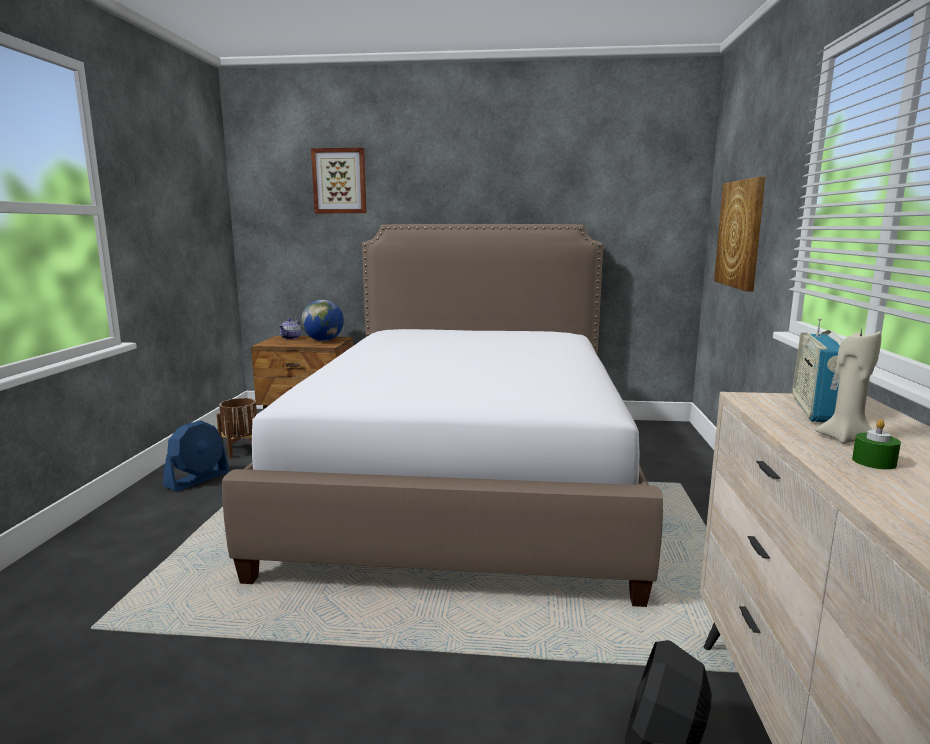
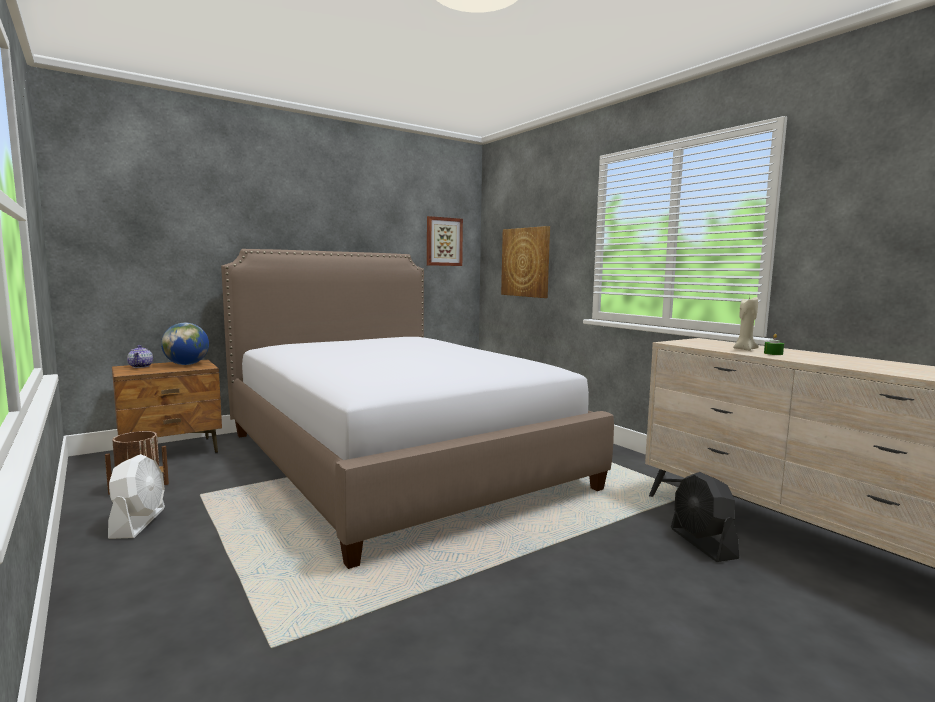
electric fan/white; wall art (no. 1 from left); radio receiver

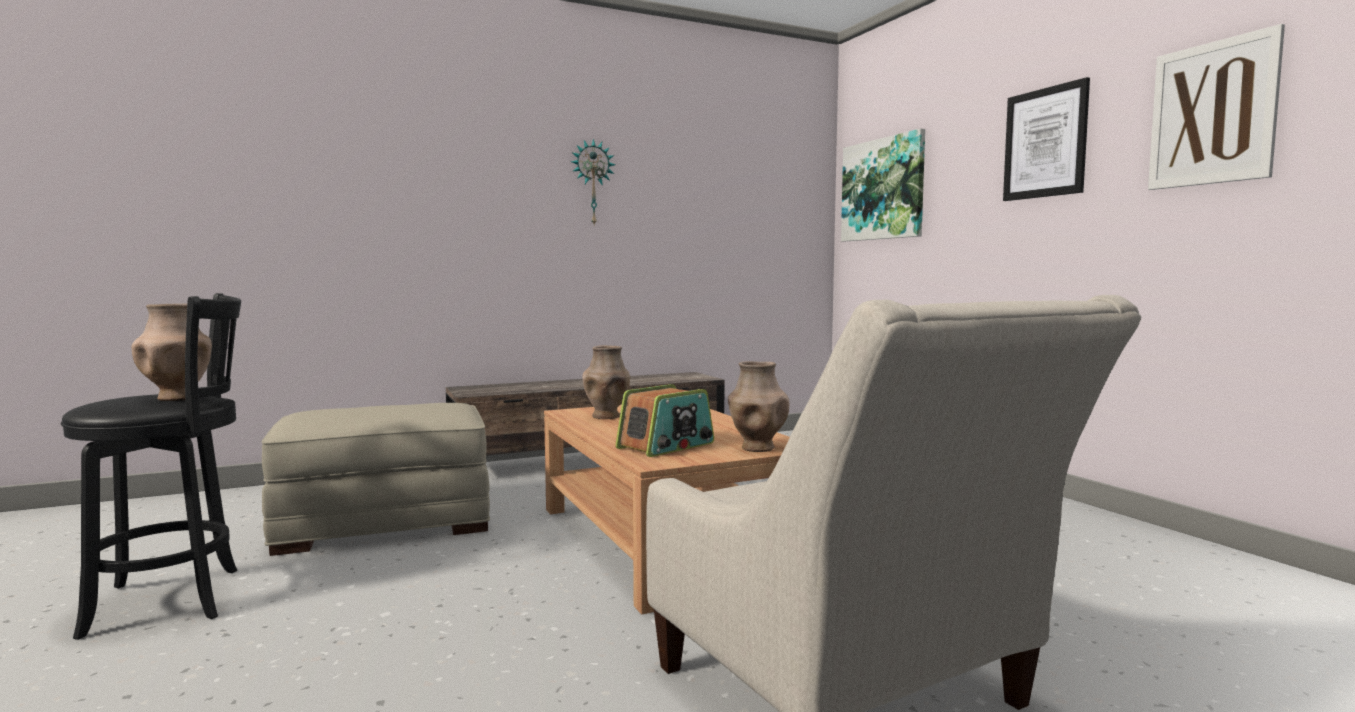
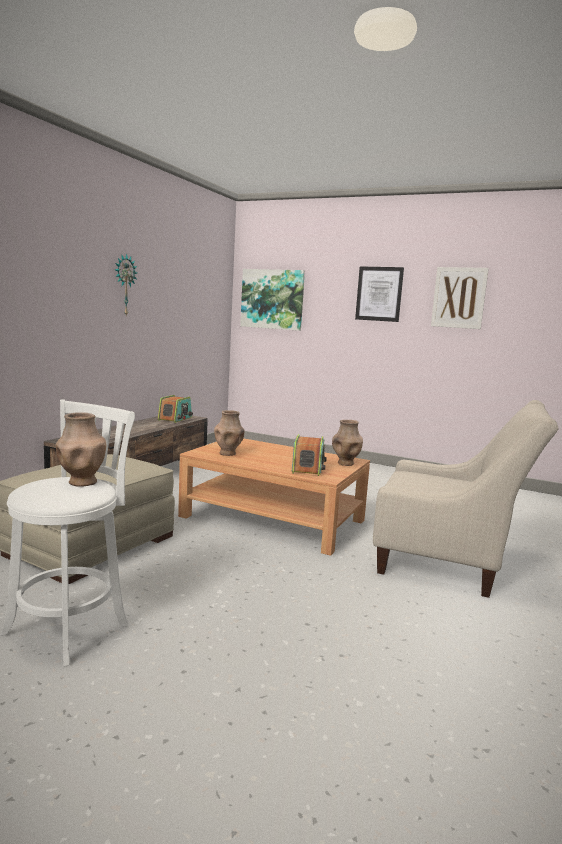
stool seat/white; radio receiver (no. 1 from left)

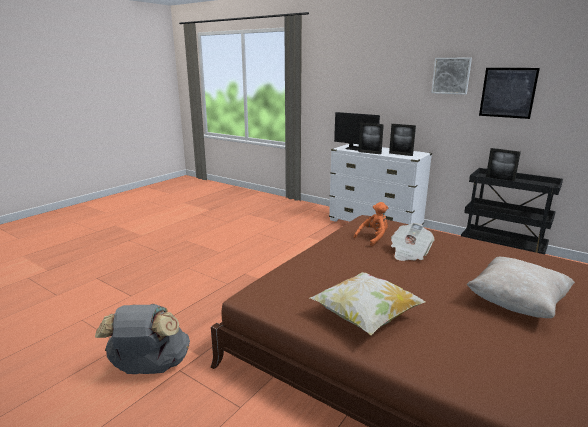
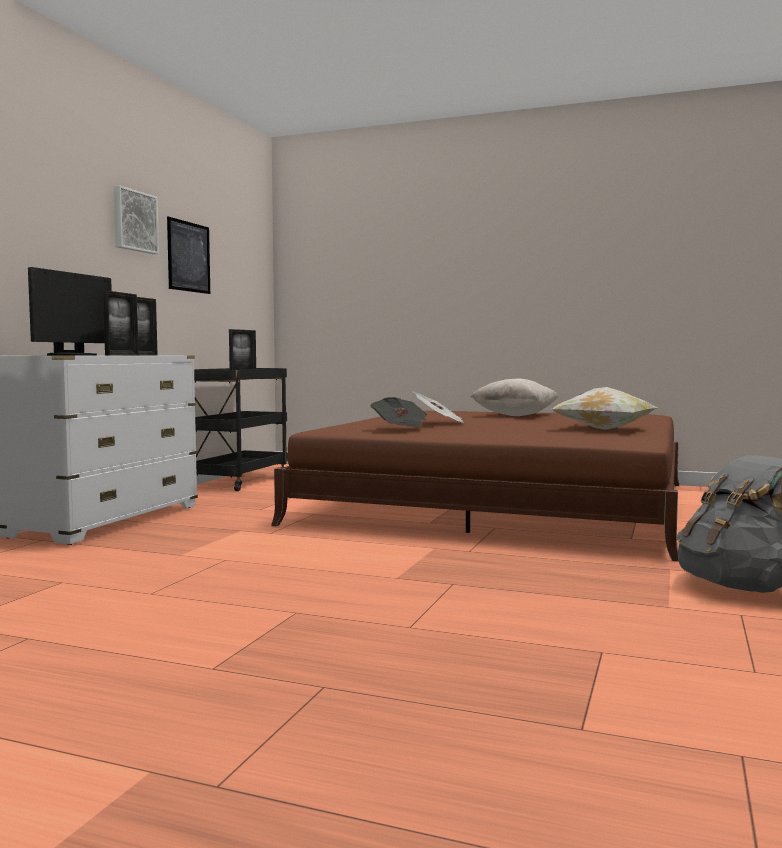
printed paper (no. 1 from left)

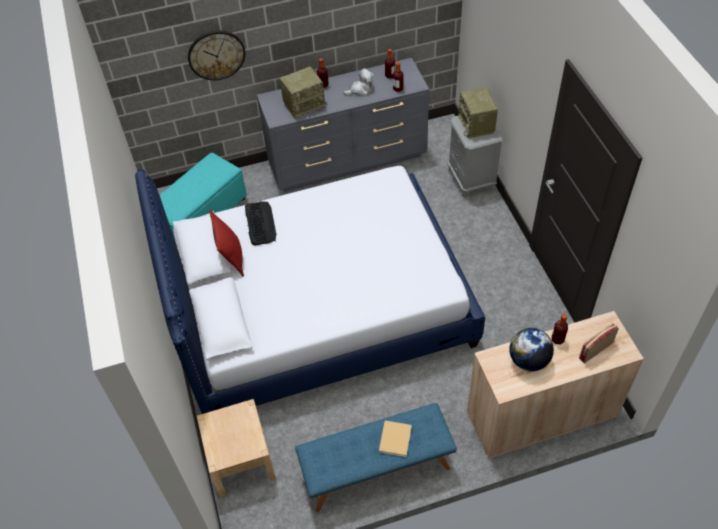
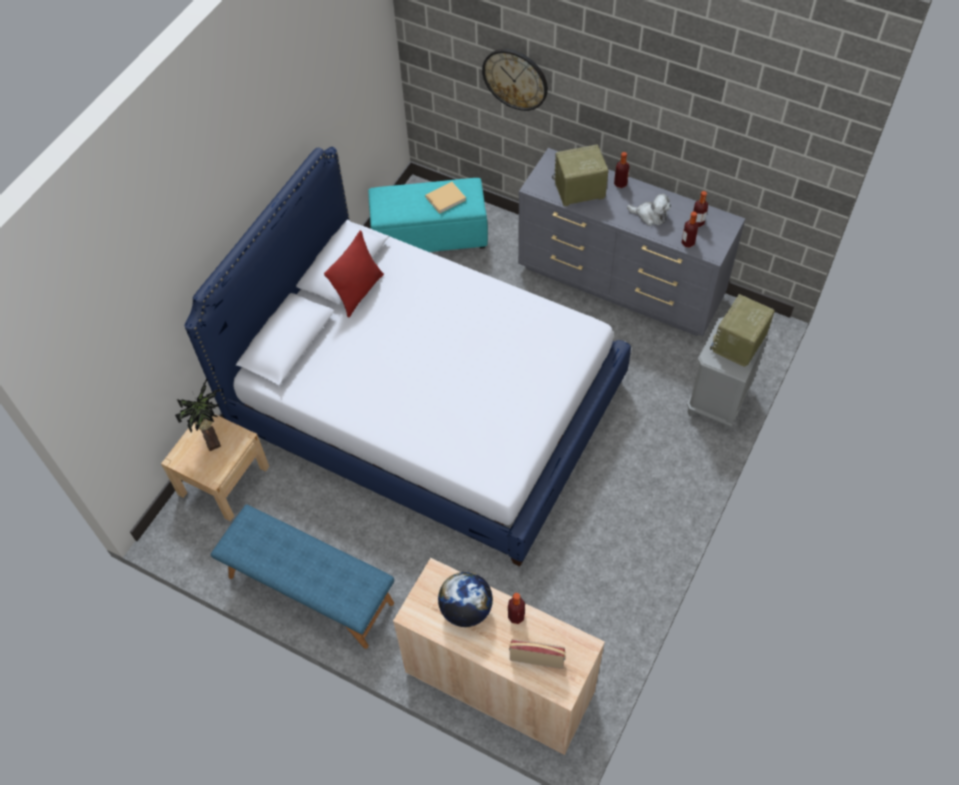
keyboard; radio receiver (no. 2 from left); bound book/sand-coloured; houseplant

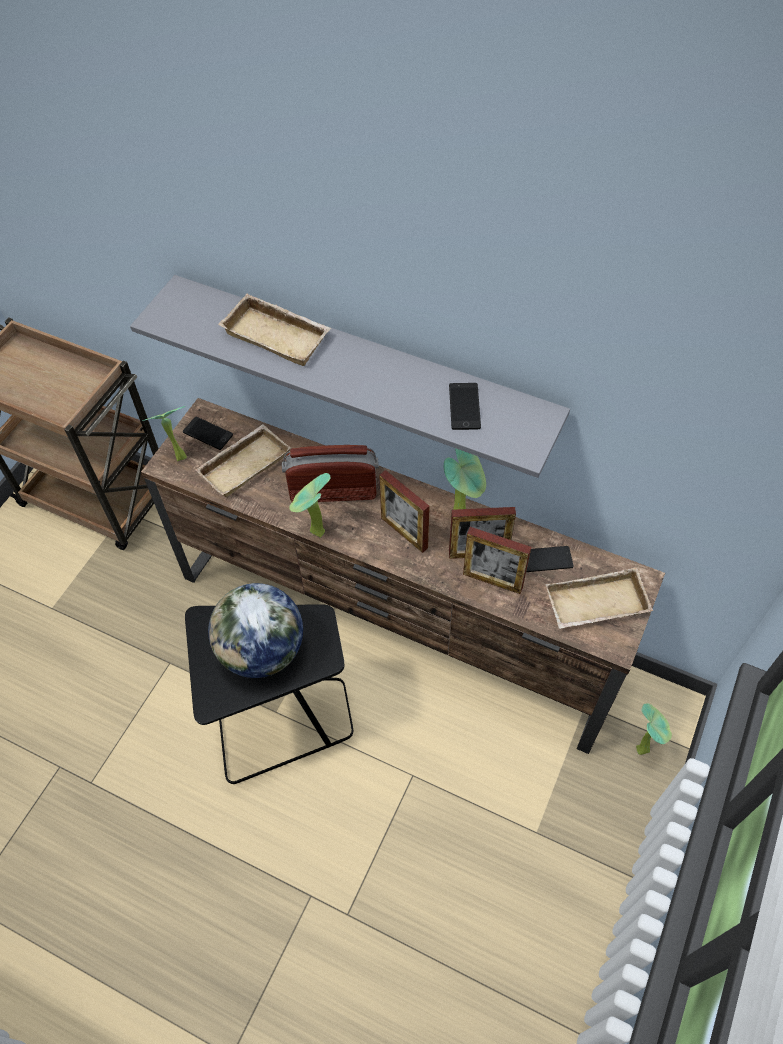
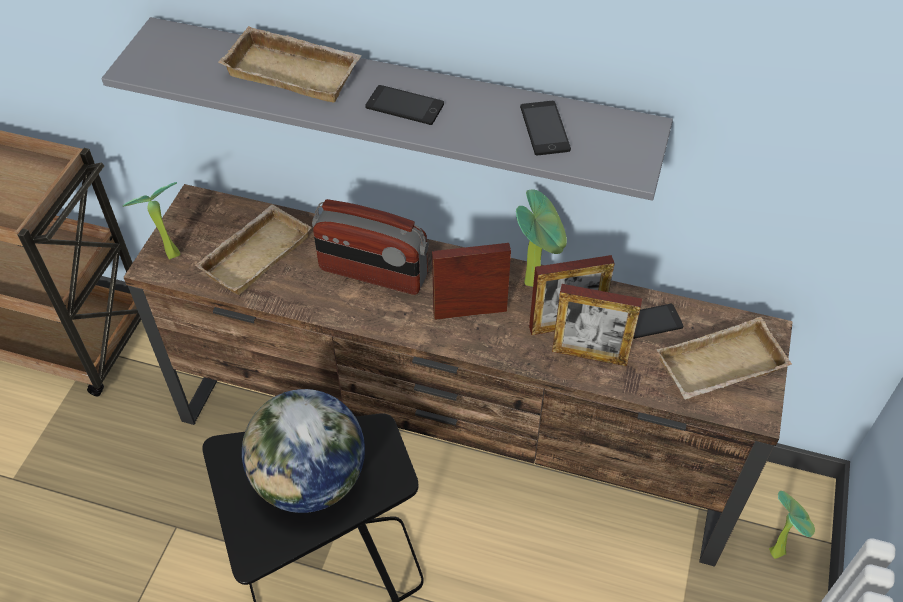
telephone (no. 1 from left); radio receiver; houseplant (no. 2 from left in the first image); picture frame (no. 1 from left)

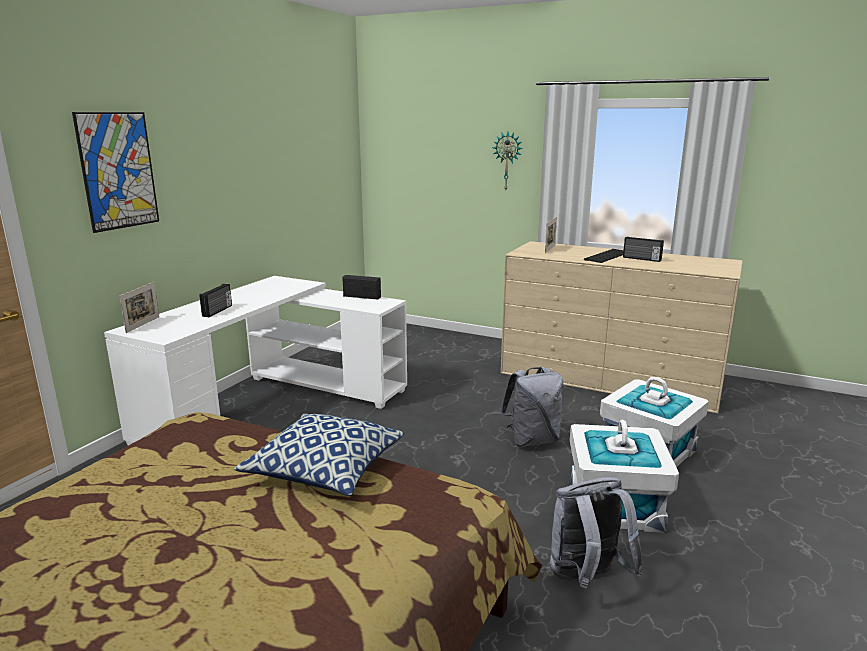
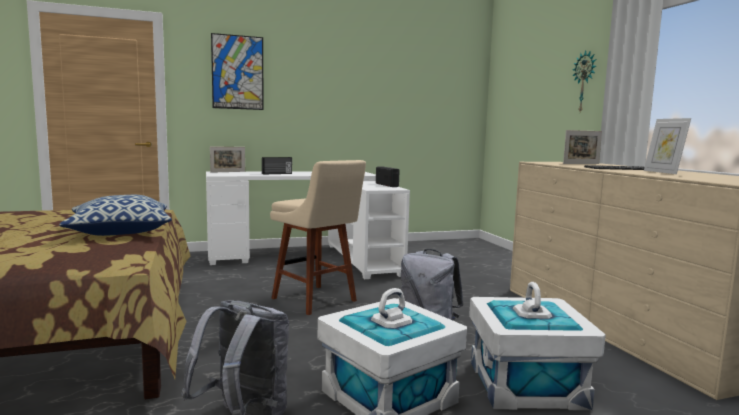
picture frame (no. 3 from left); stool seat/sand-coloured

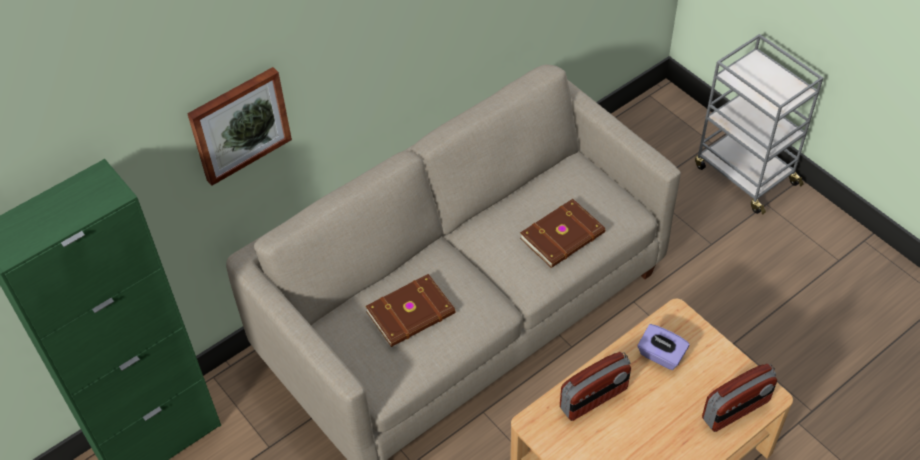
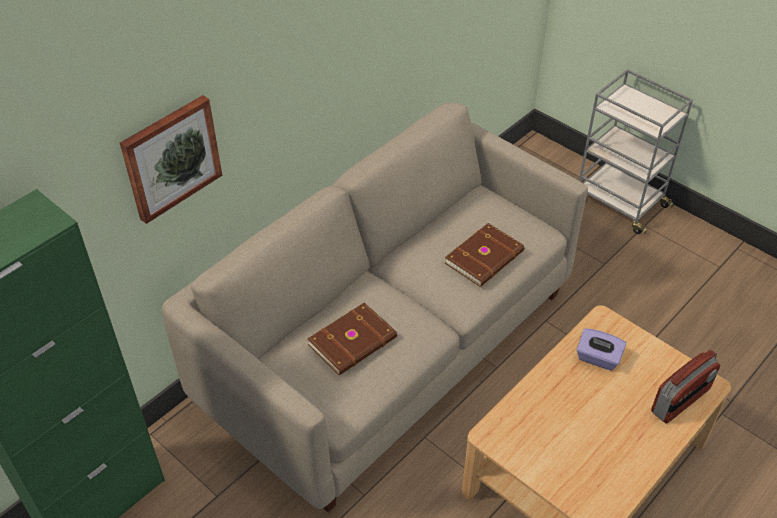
radio receiver (no. 1 from left in the first image)

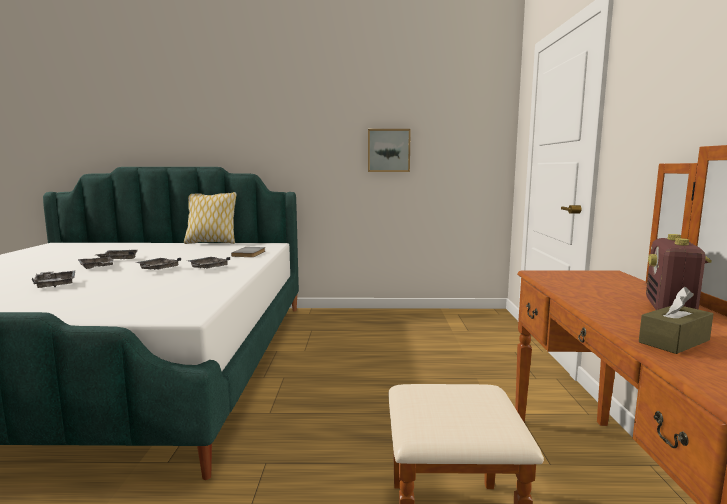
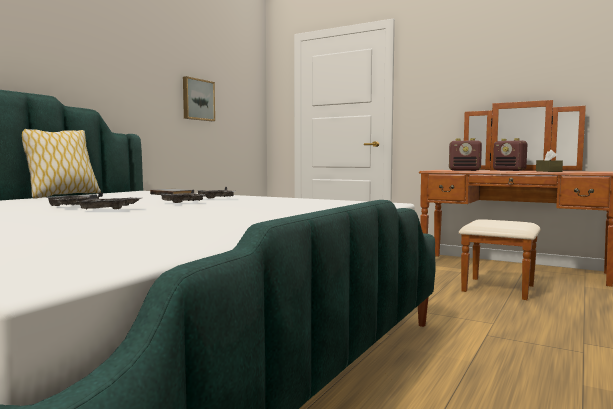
serving tray/greyish (no. 1 from left in the first image); radio receiver (no. 1 from left)

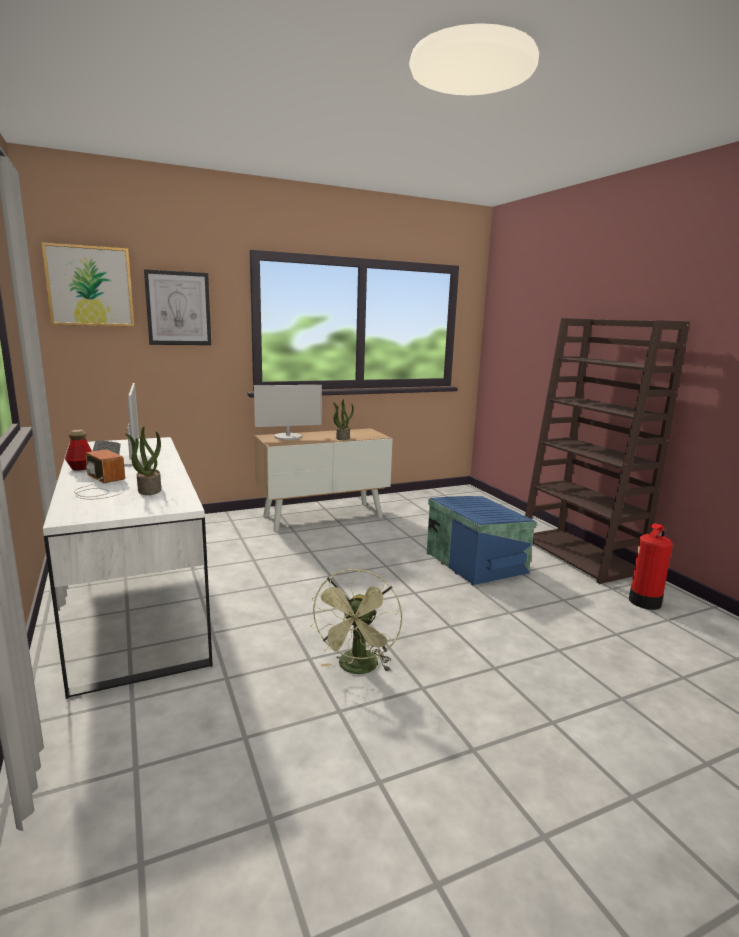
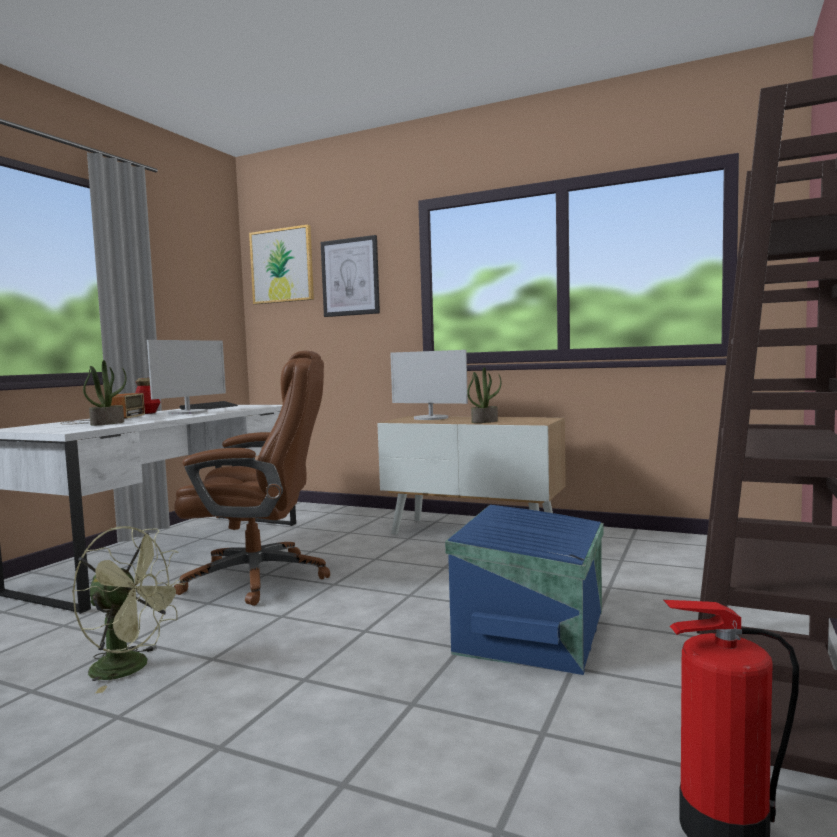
electric fan/green; office chair/brown-coloured

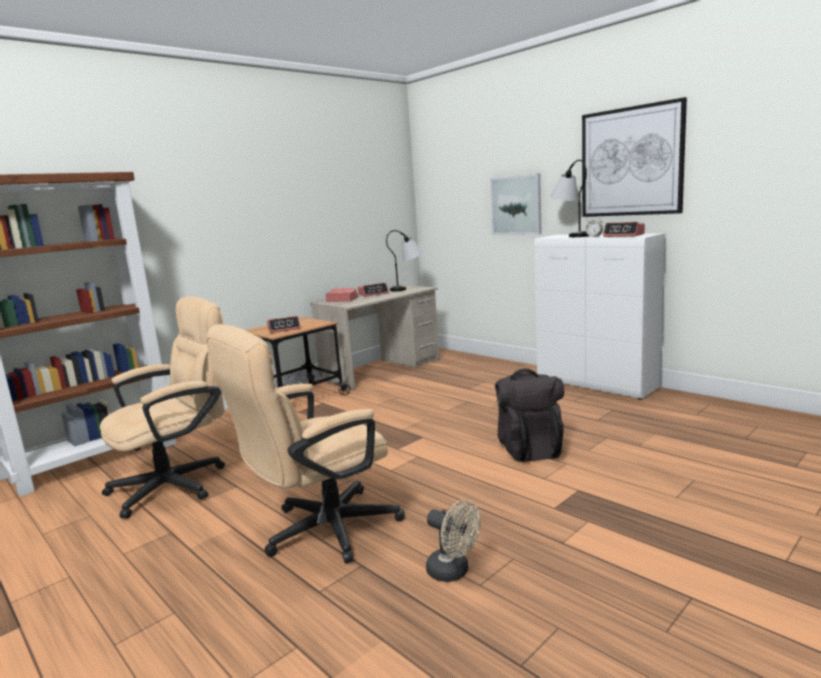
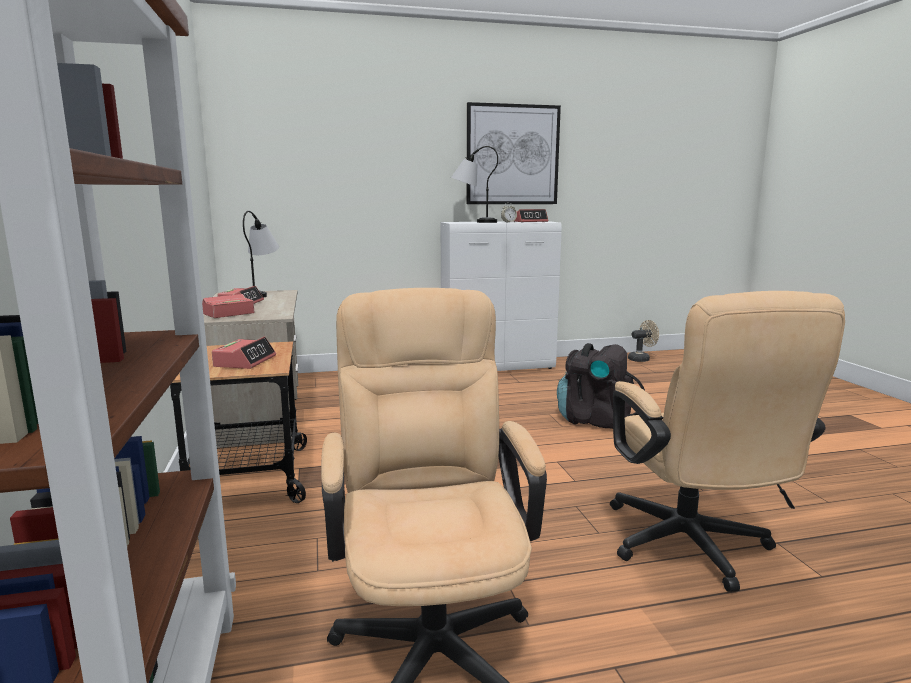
electric fan/sand-coloured; wall art (no. 1 from left in the first image)

